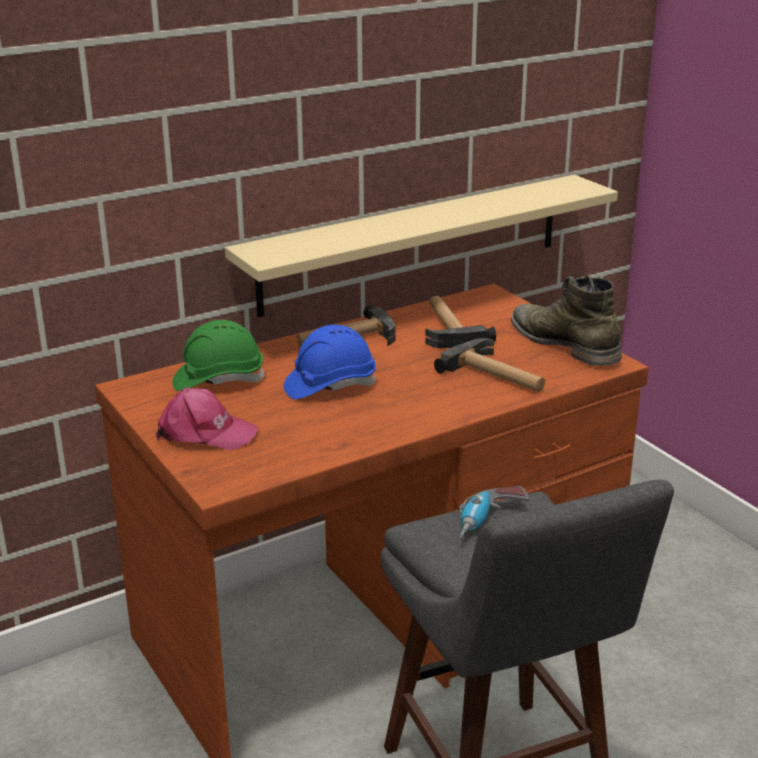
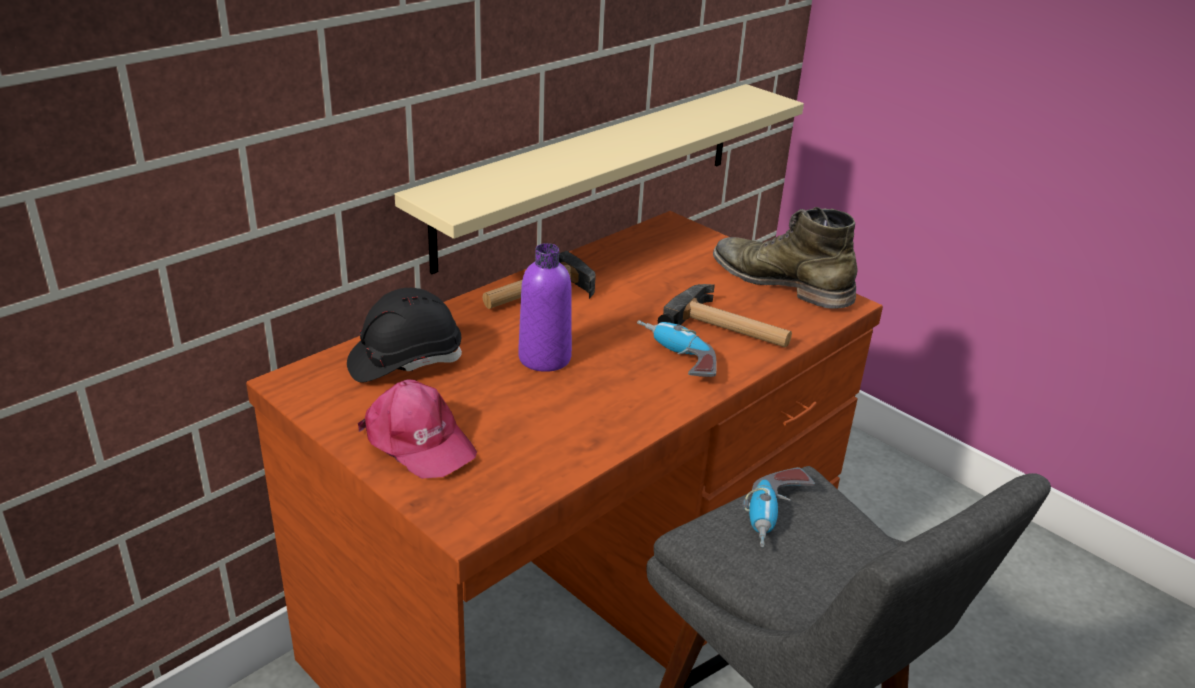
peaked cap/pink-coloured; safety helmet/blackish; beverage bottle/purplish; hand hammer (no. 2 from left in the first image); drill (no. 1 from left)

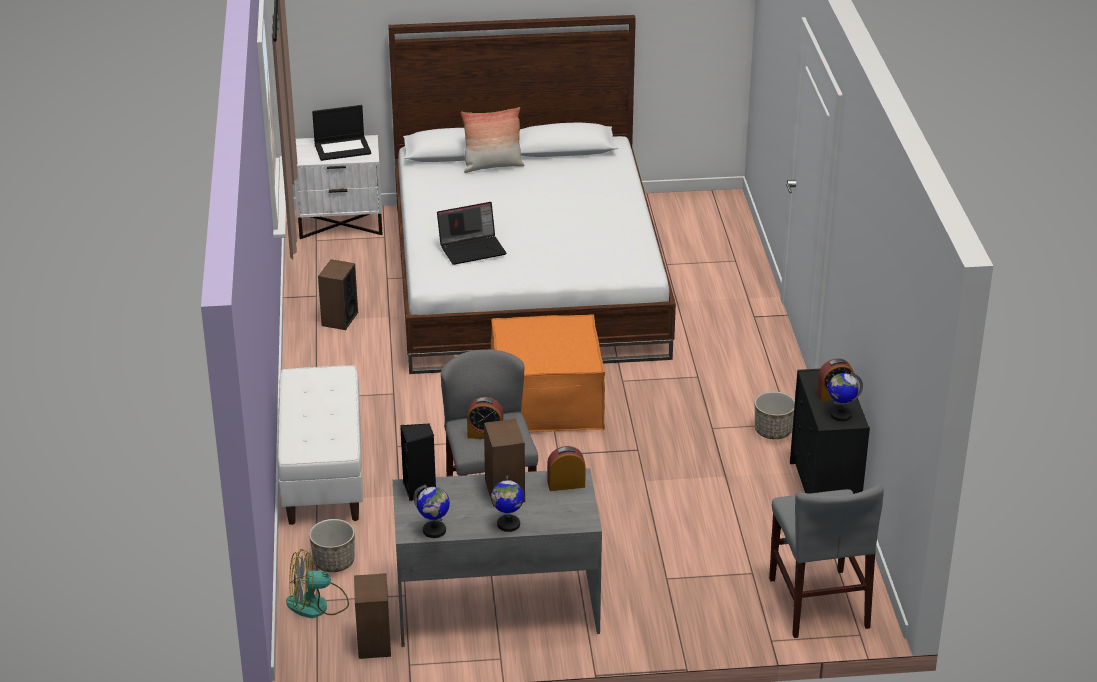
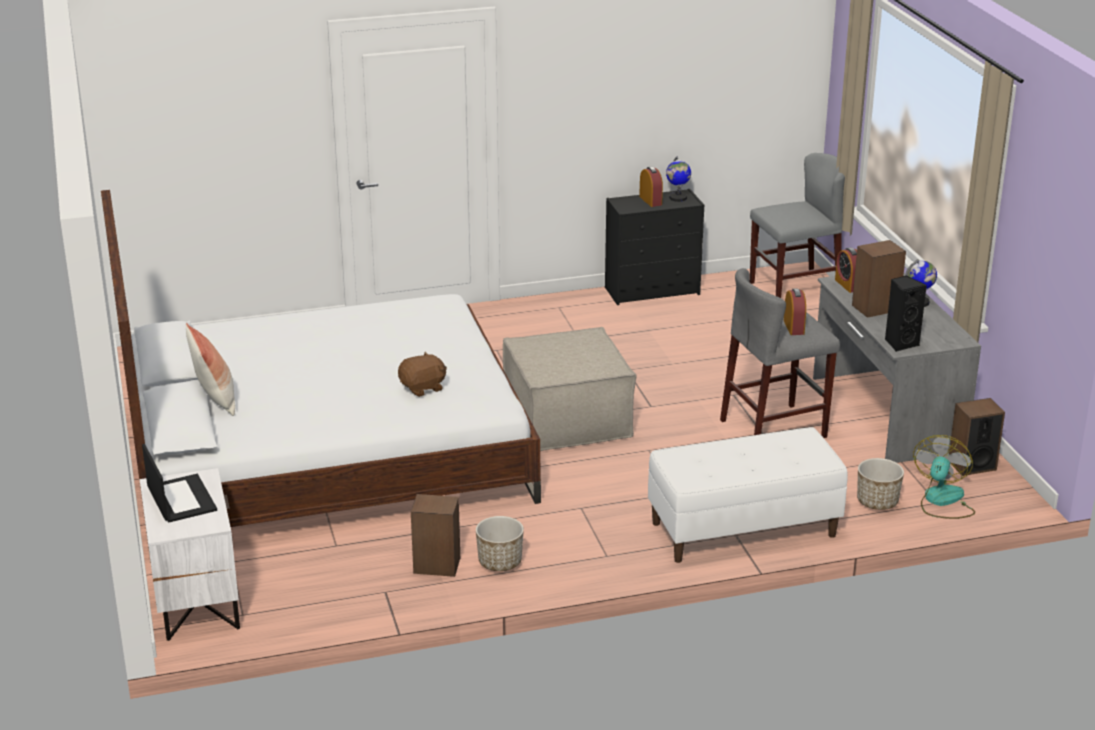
electric fan; world globe (no. 1 from left in the first image); soft toy/brown-coloured; footrest/sand-coloured; flower pot (no. 1 from left)

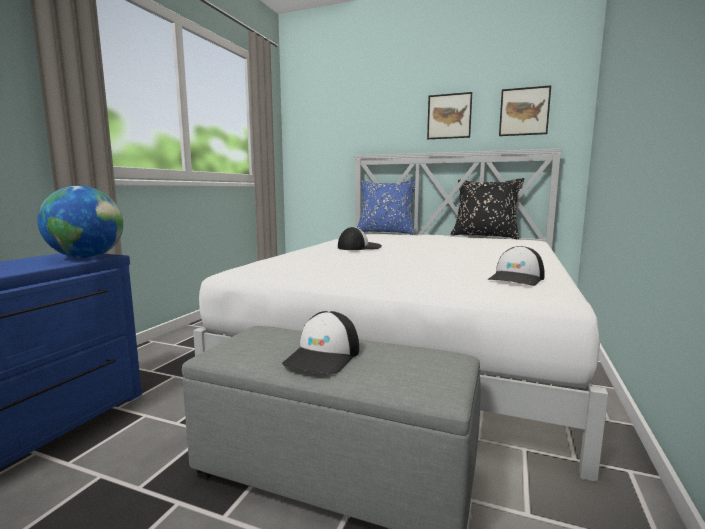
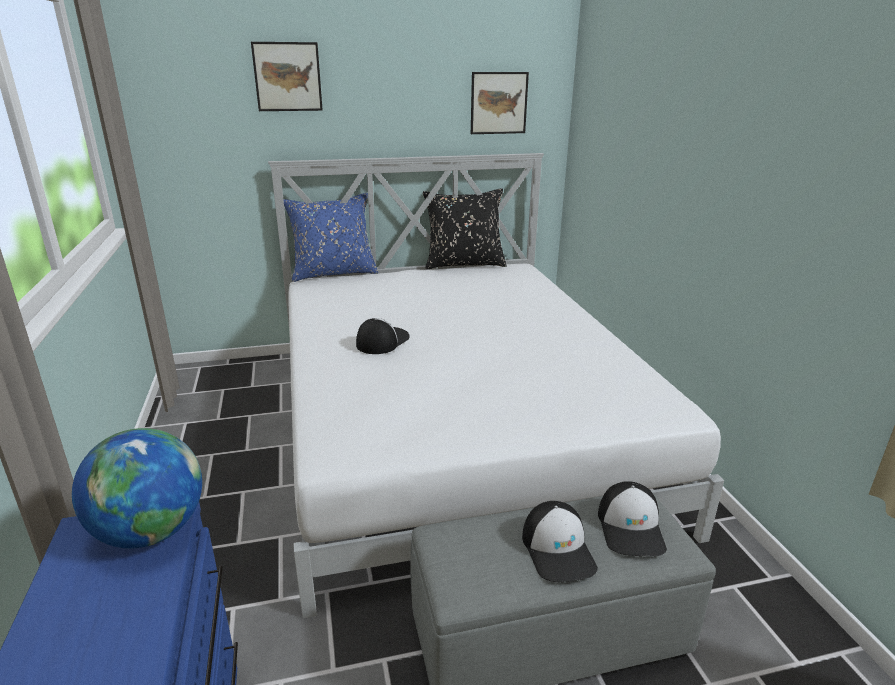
wall art (no. 1 from left); peaked cap (no. 3 from left)

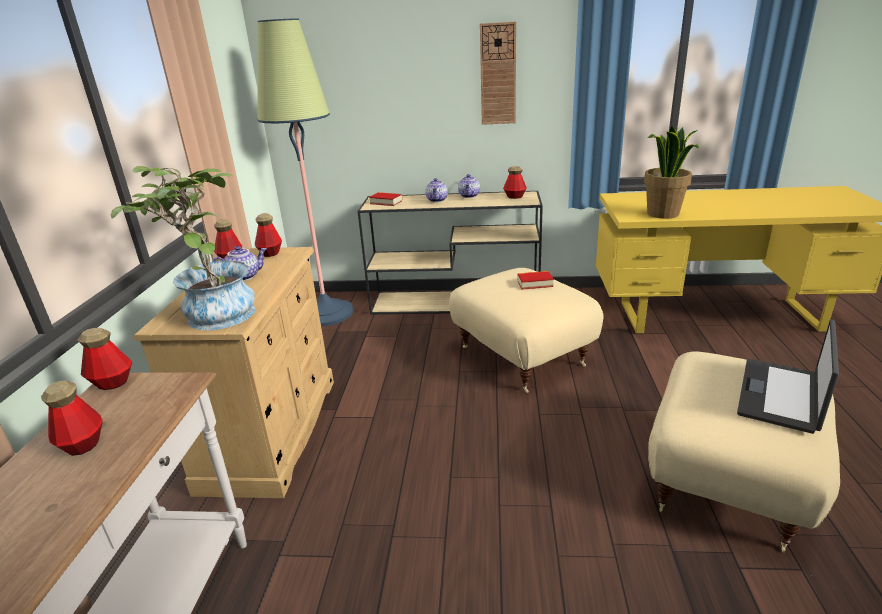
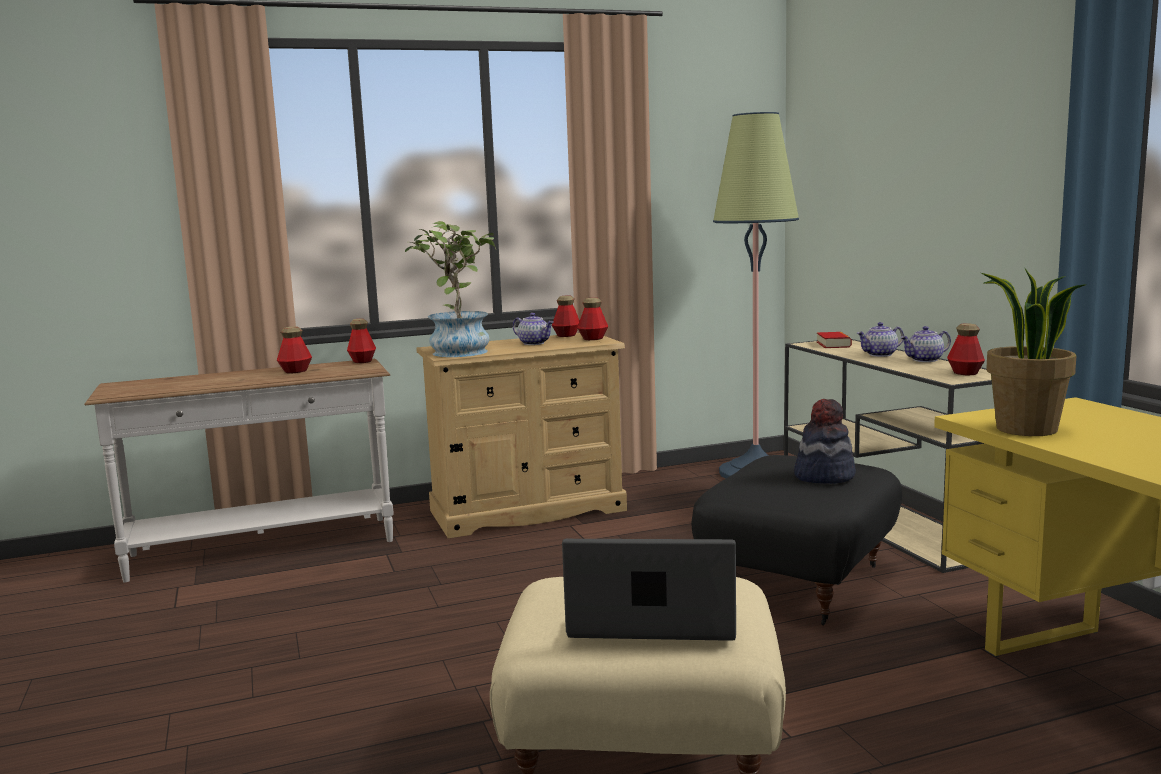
footrest/blackish; hanging clock; hat

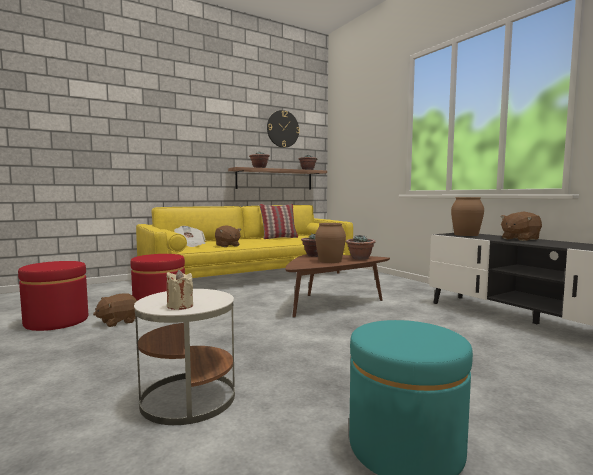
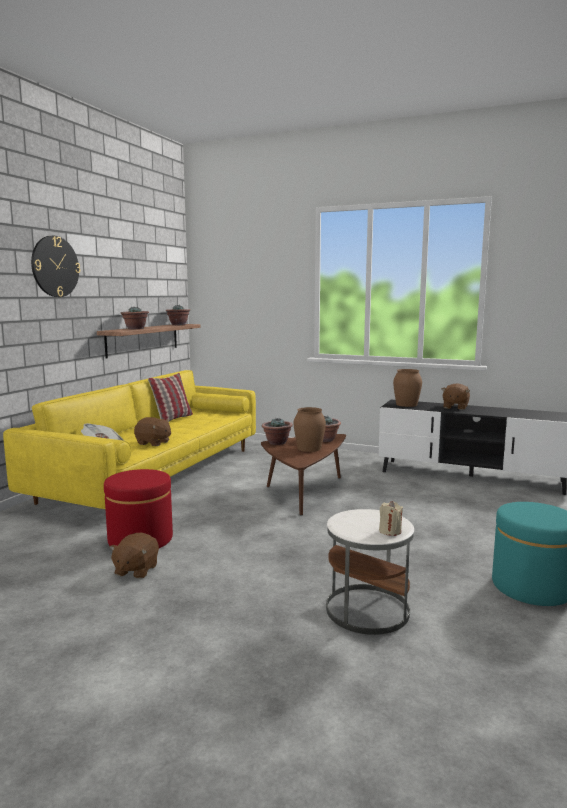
footrest/red (no. 1 from left in the first image); hanging clock

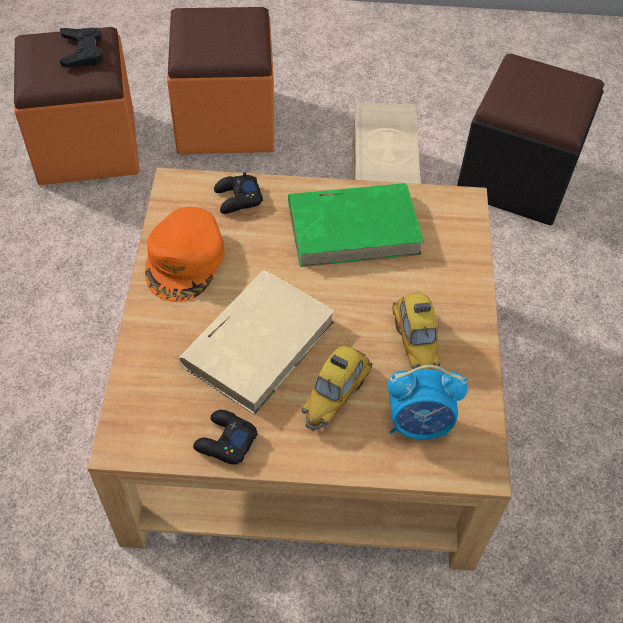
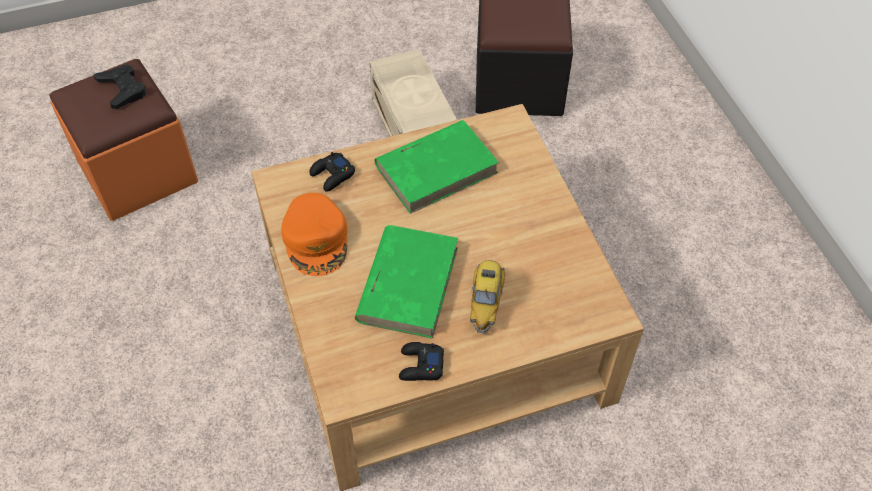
footrest/orange-coloured (no. 2 from left in the first image); bound book/green (no. 1 from left); bedside clock; miniature car (no. 2 from left in the first image)

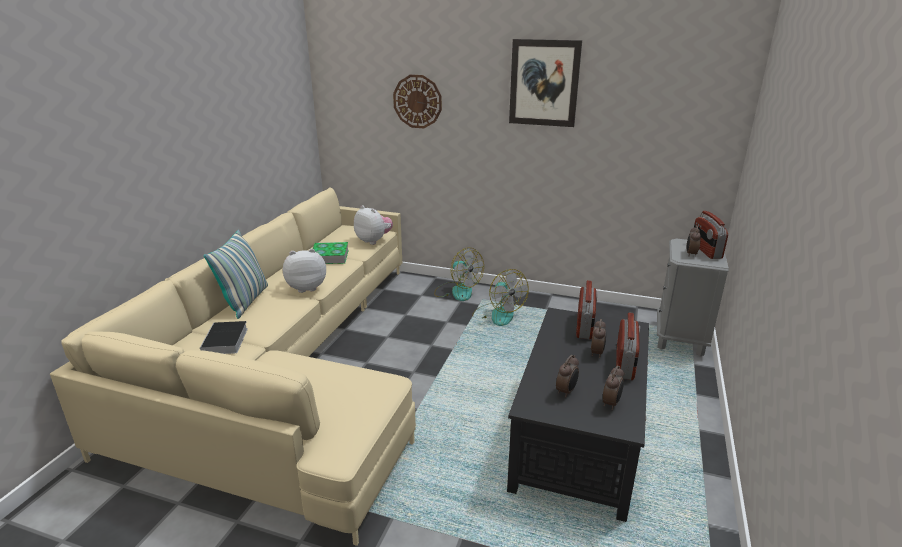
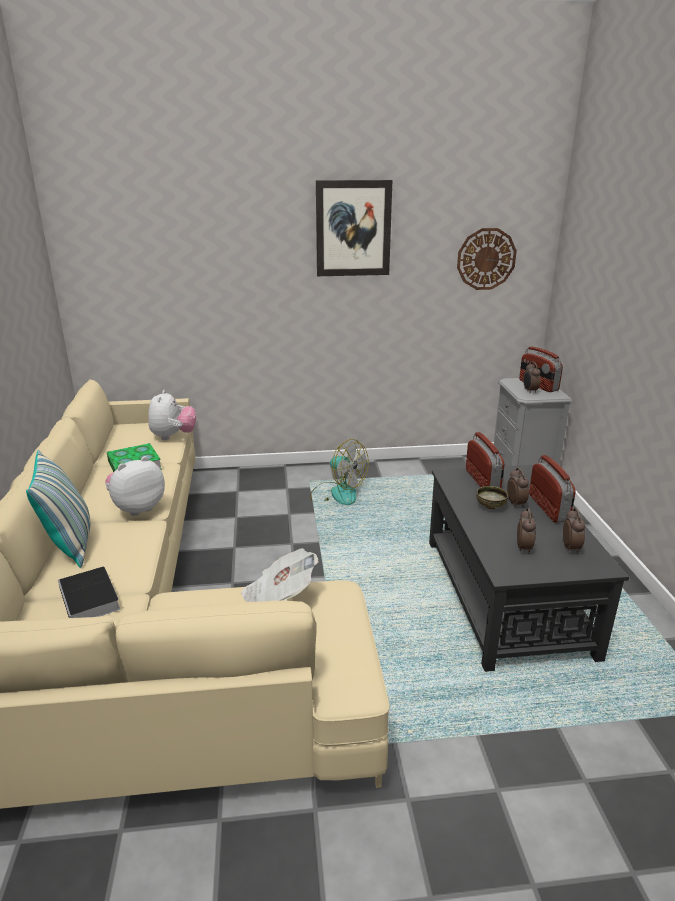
soft toy (no. 2 from left); hanging clock; electric fan (no. 1 from left in the first image); printed paper; bowl

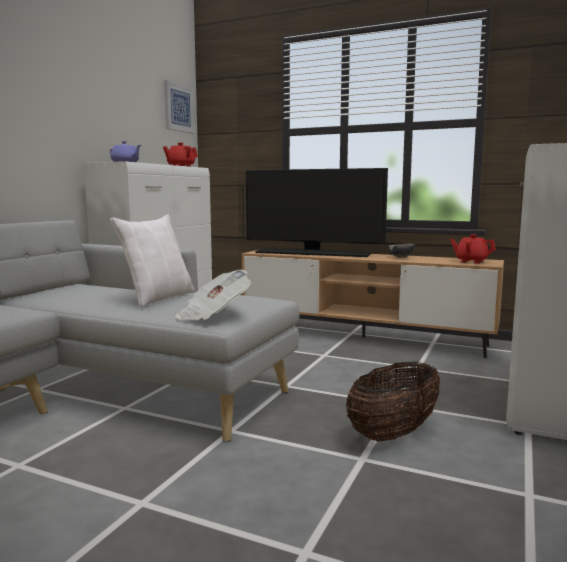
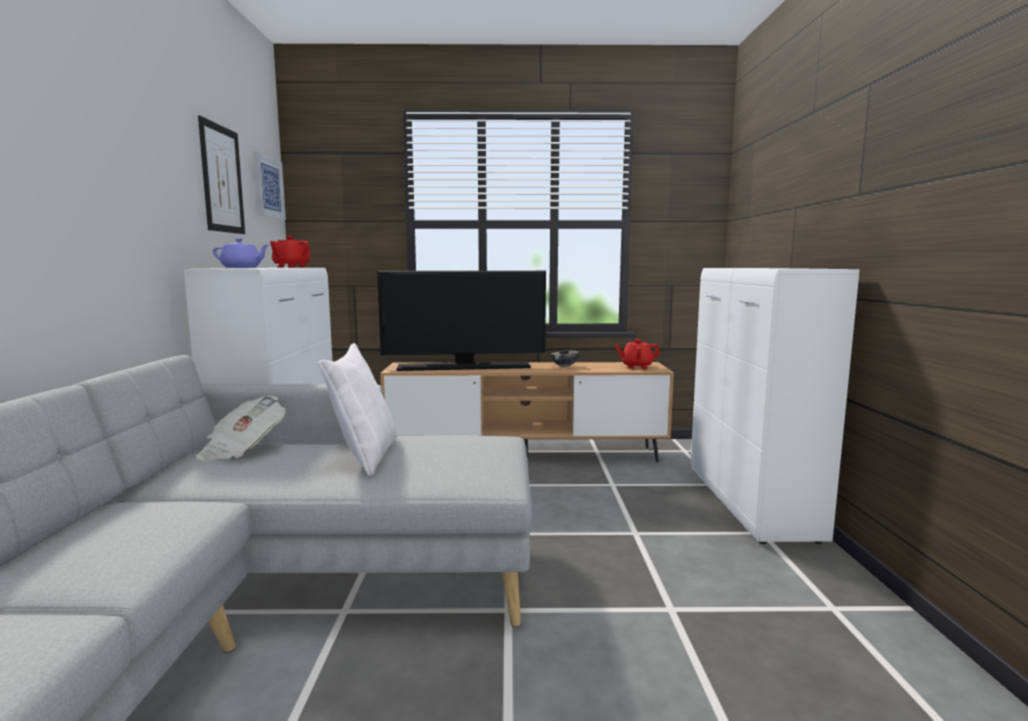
printed paper; household basket; wall art (no. 1 from left)

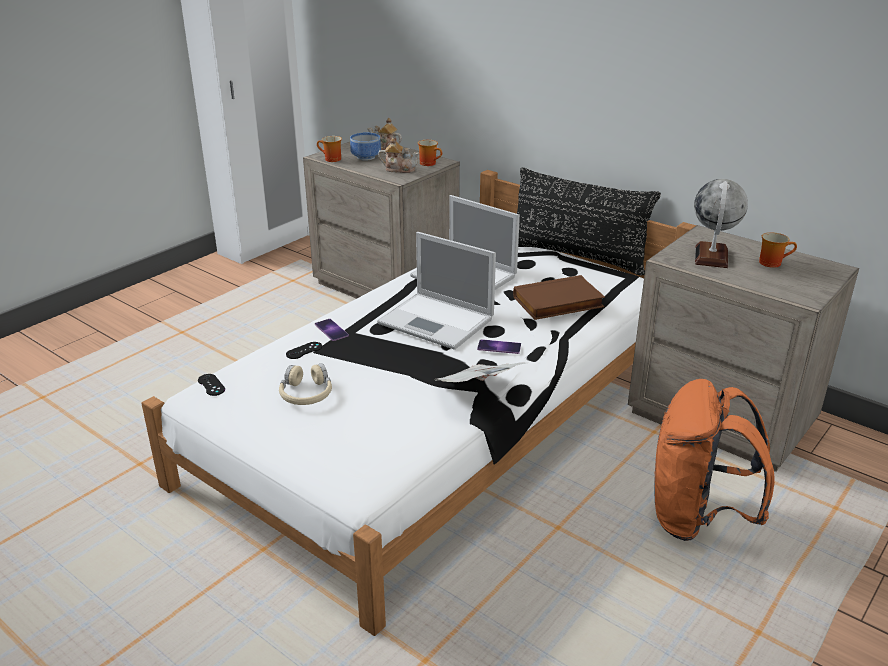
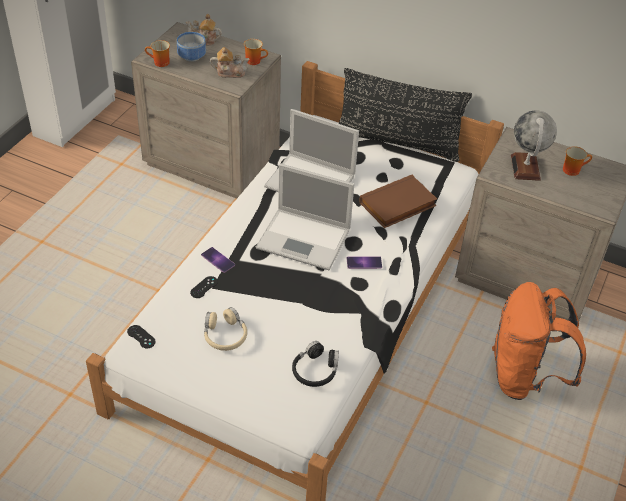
printed paper; headphones/blackish

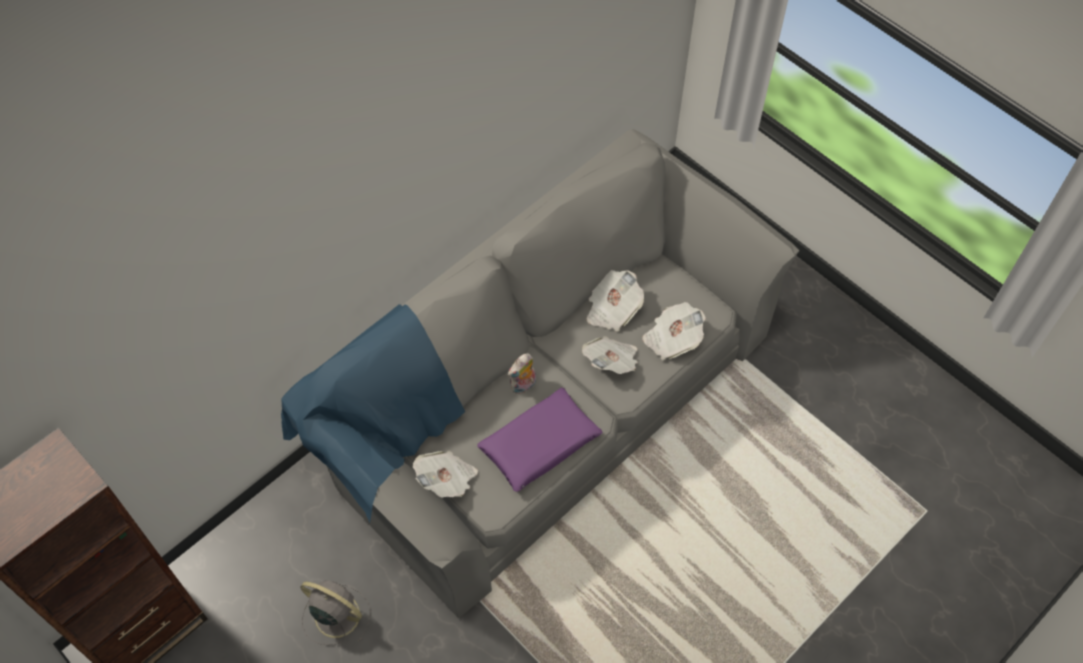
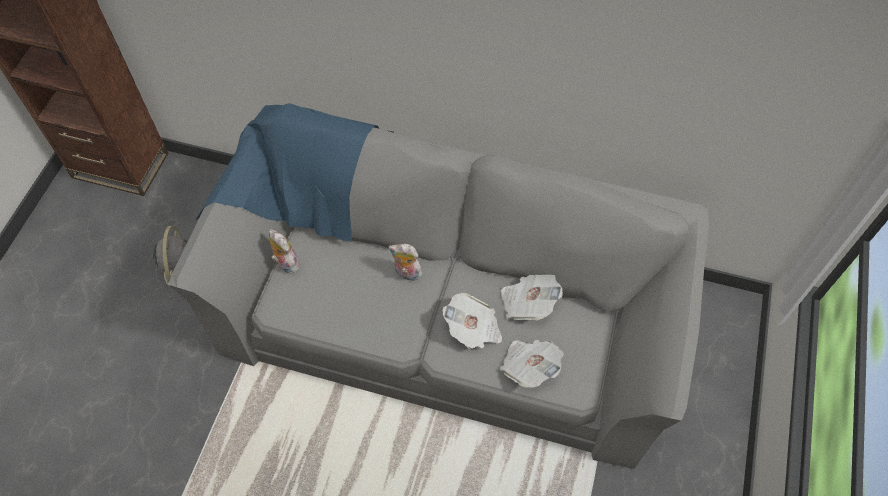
soft toy (no. 1 from left); pillow/purplish

